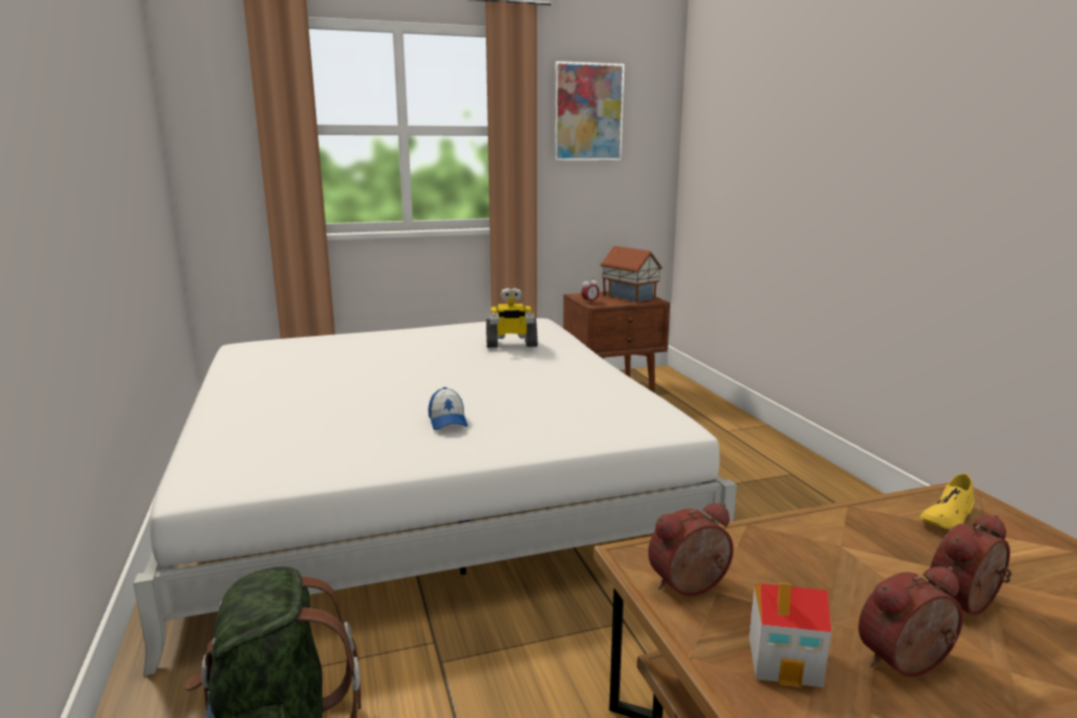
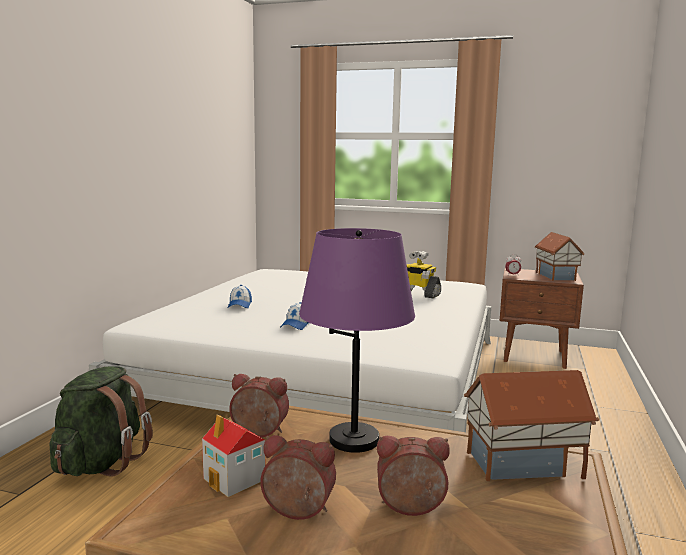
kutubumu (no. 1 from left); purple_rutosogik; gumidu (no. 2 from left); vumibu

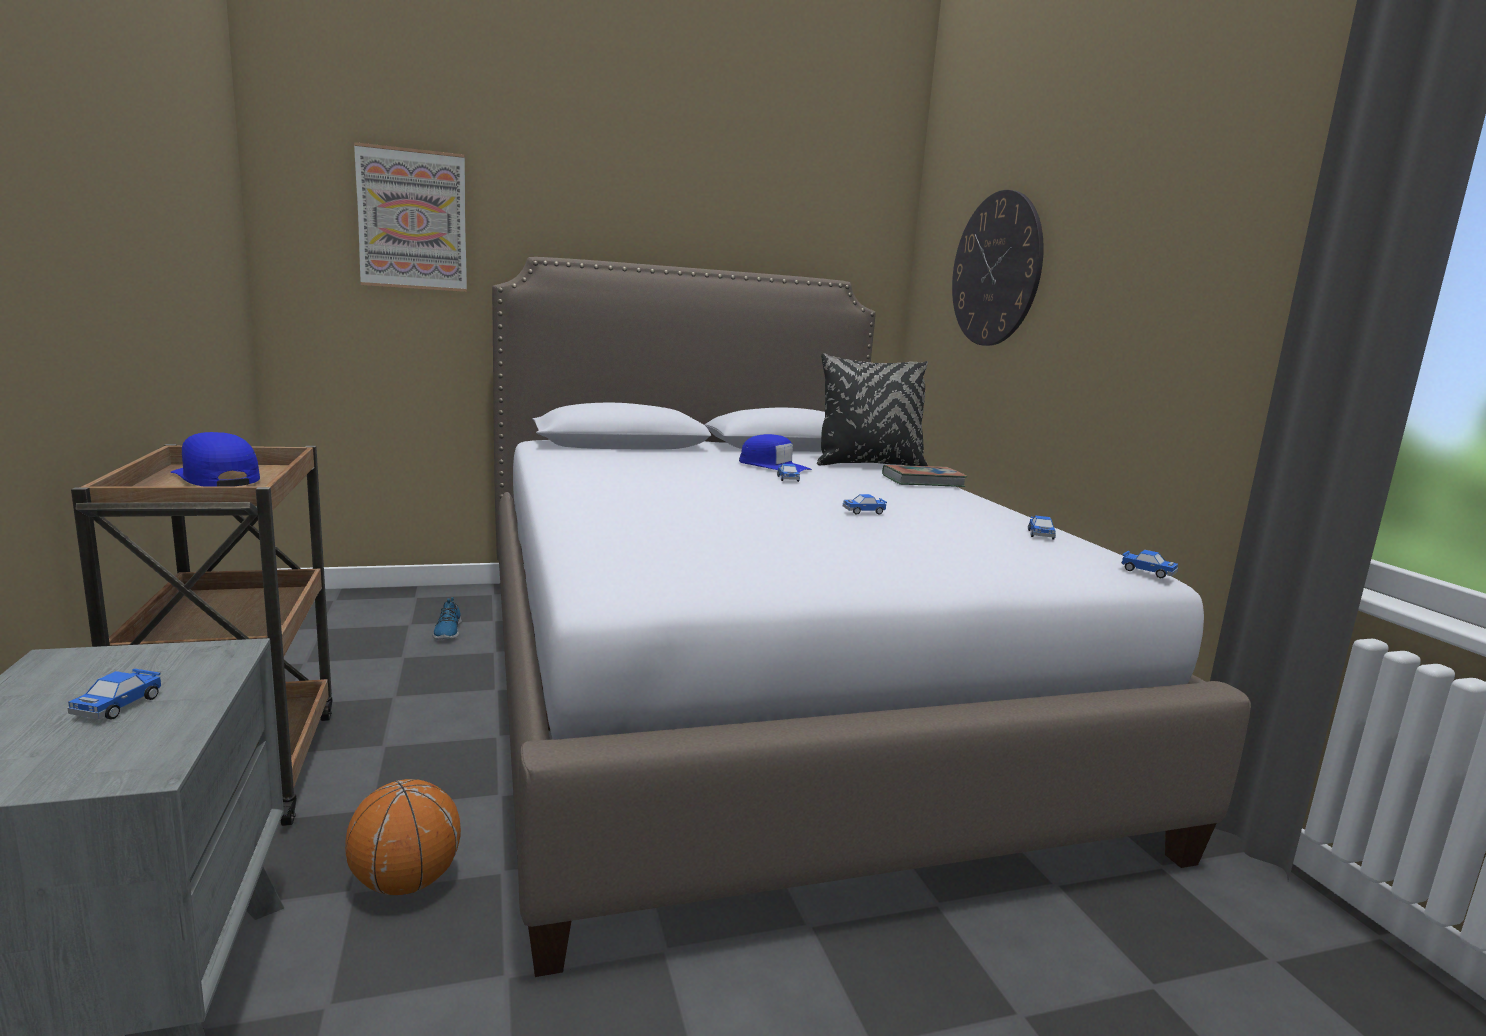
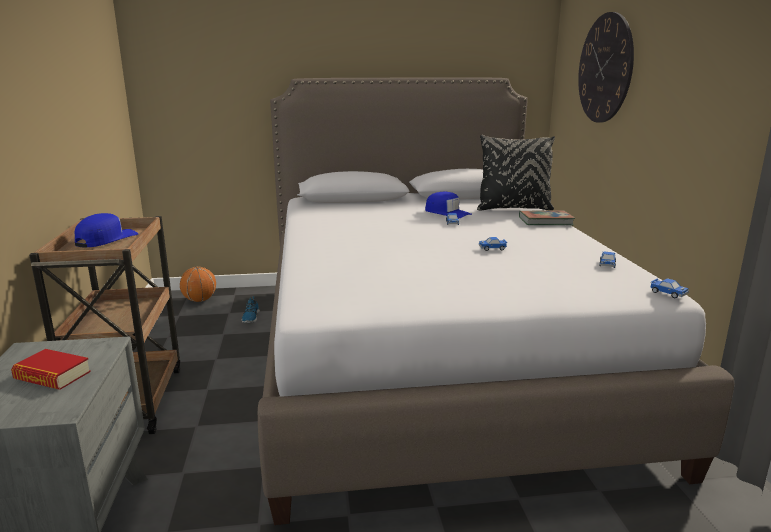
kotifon (no. 1 from left); blue_kutubumu (no. 1 from left); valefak; vumibu

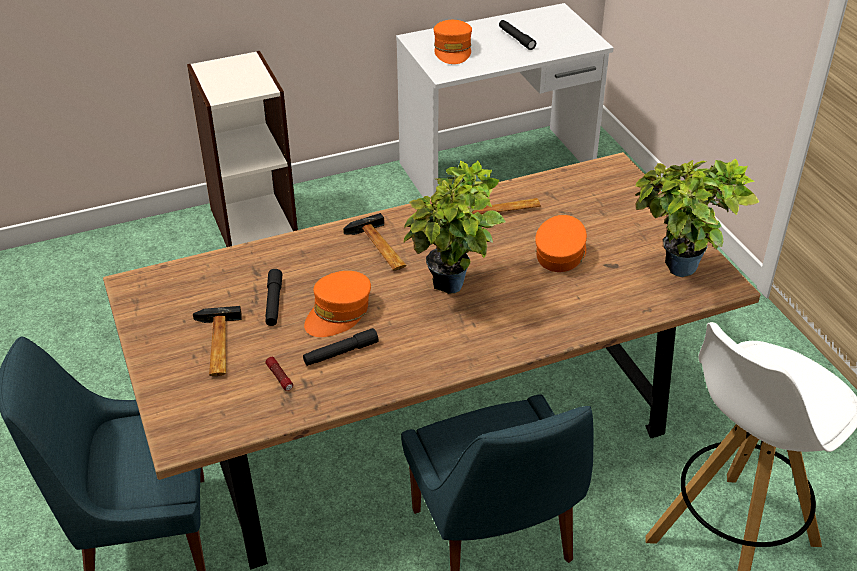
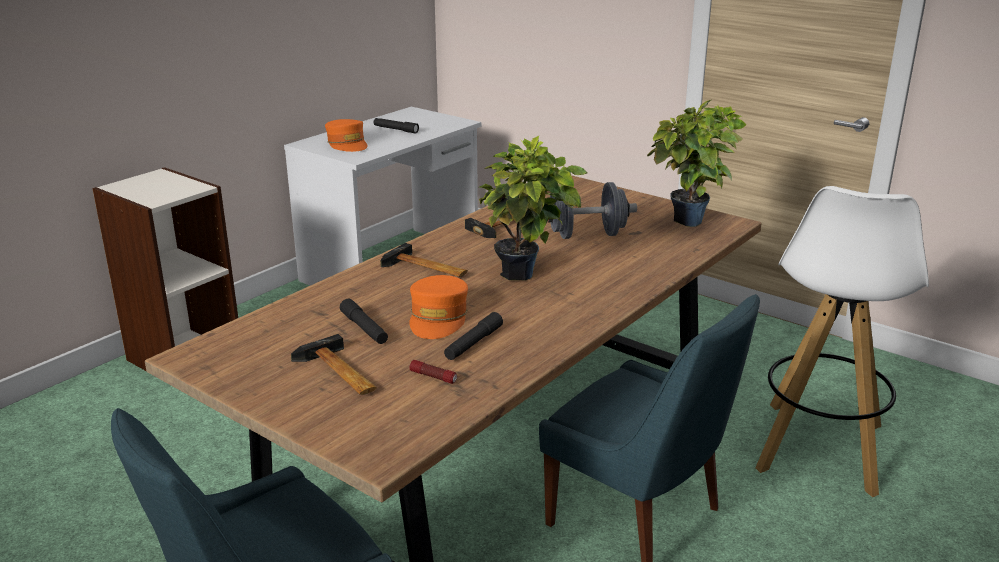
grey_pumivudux

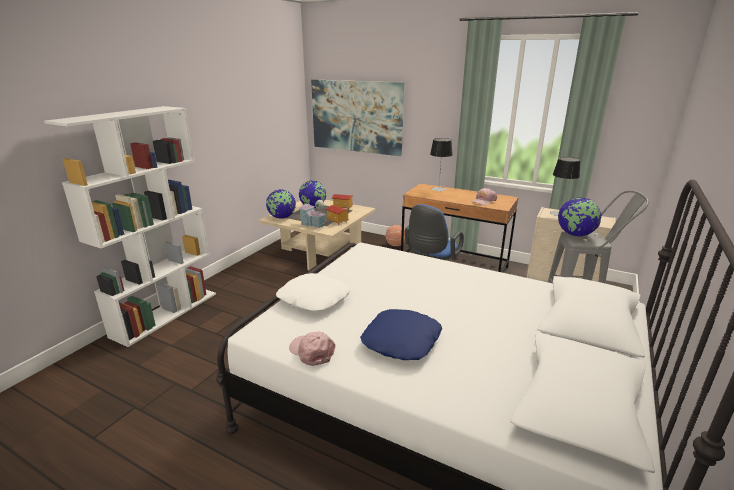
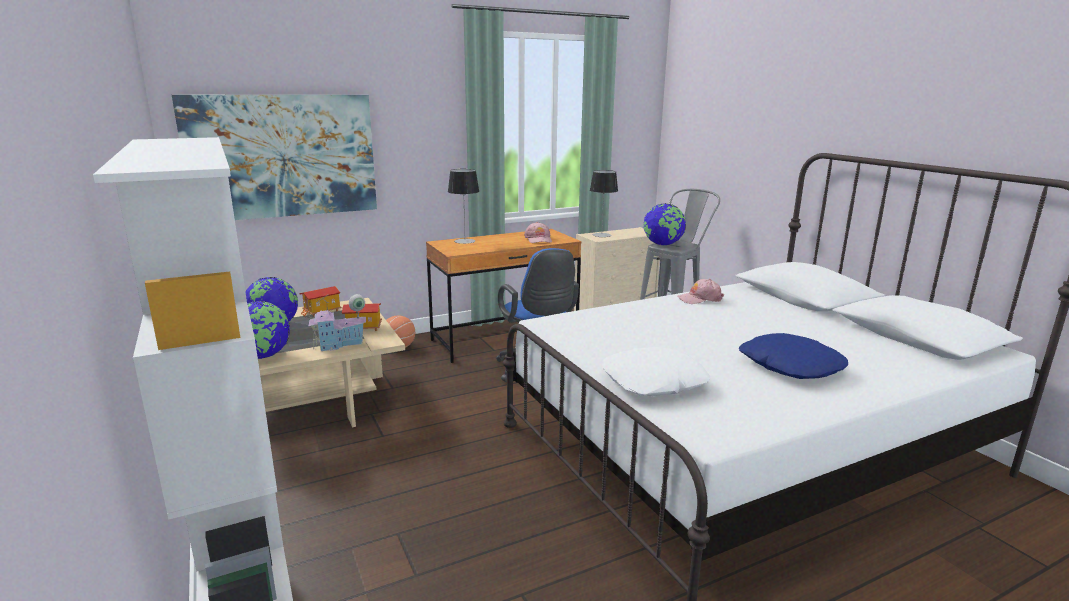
pink_kutubumu (no. 2 from left)

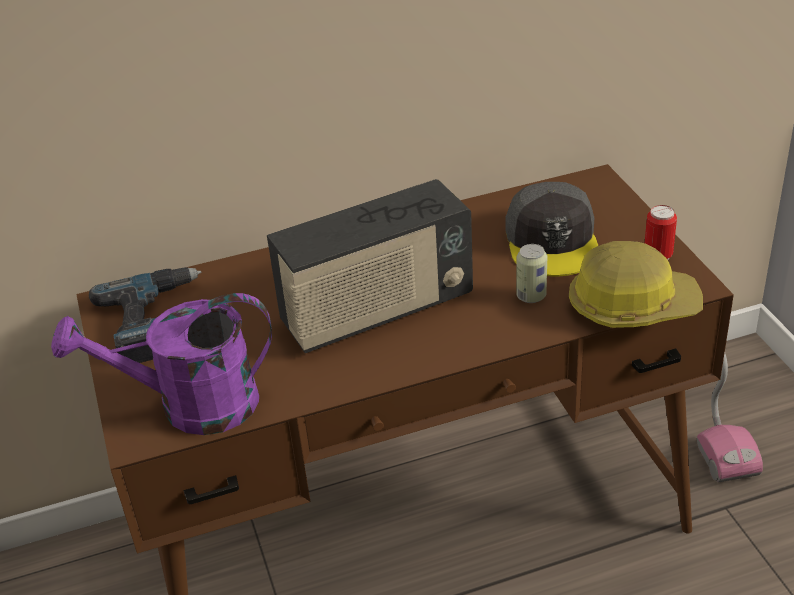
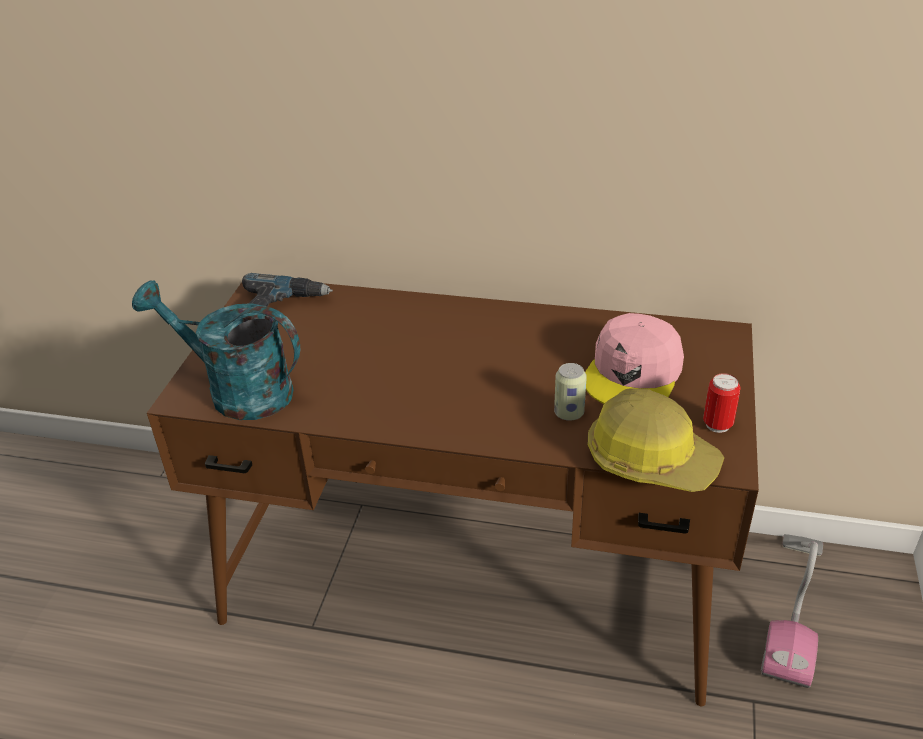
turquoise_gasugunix; pink_kutubumu; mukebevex

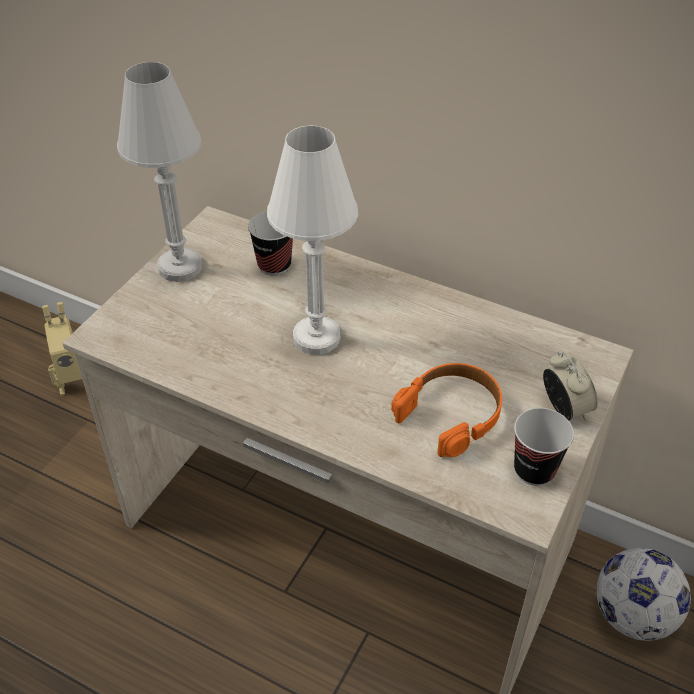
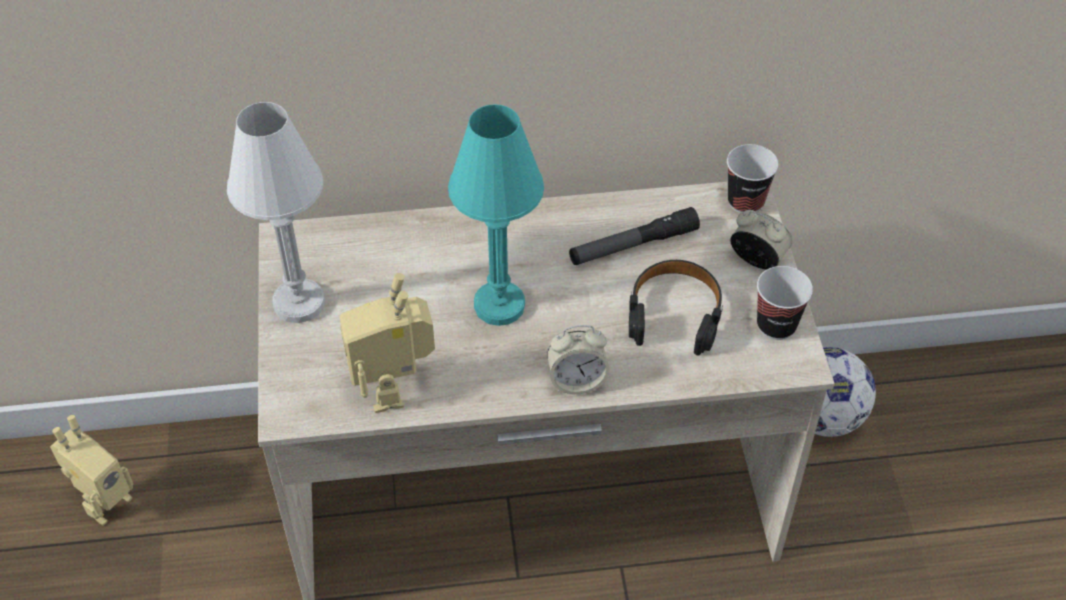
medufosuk (no. 2 from left); turquoise_rutosogik; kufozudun (no. 1 from left); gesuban; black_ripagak; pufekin (no. 1 from left)

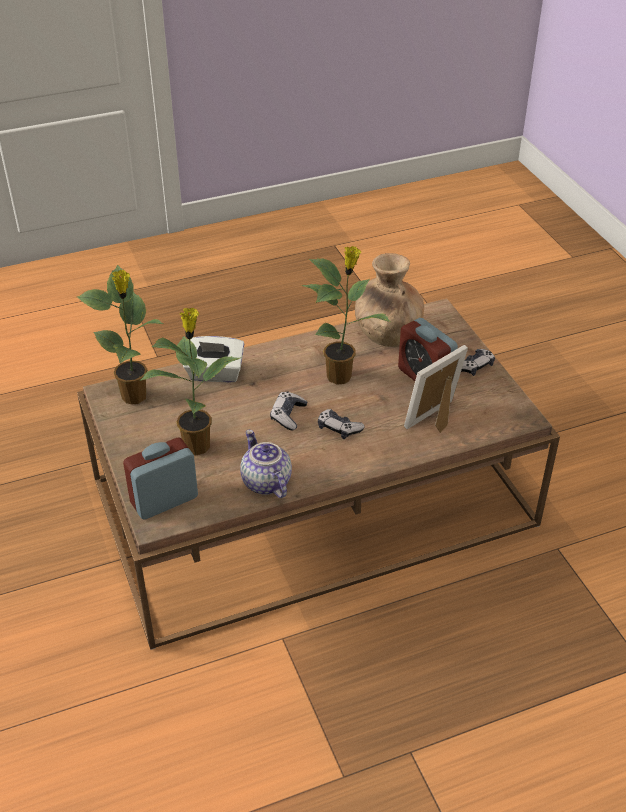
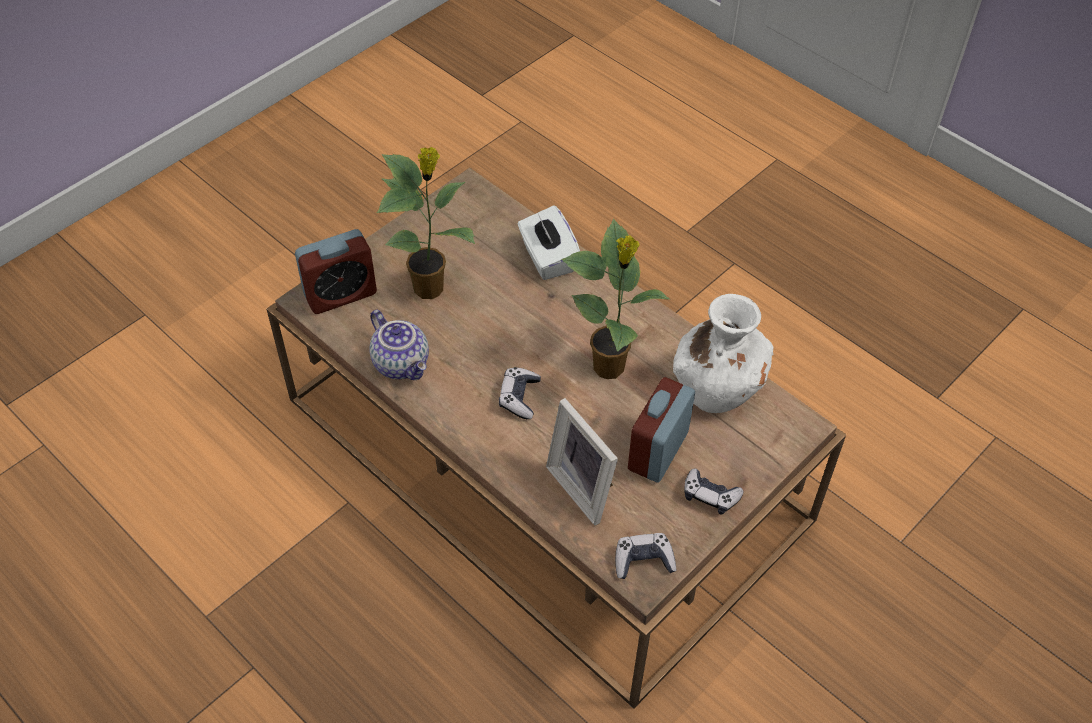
kufozudun (no. 1 from left); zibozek; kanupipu; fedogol (no. 2 from left); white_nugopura; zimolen (no. 1 from left in the first image)

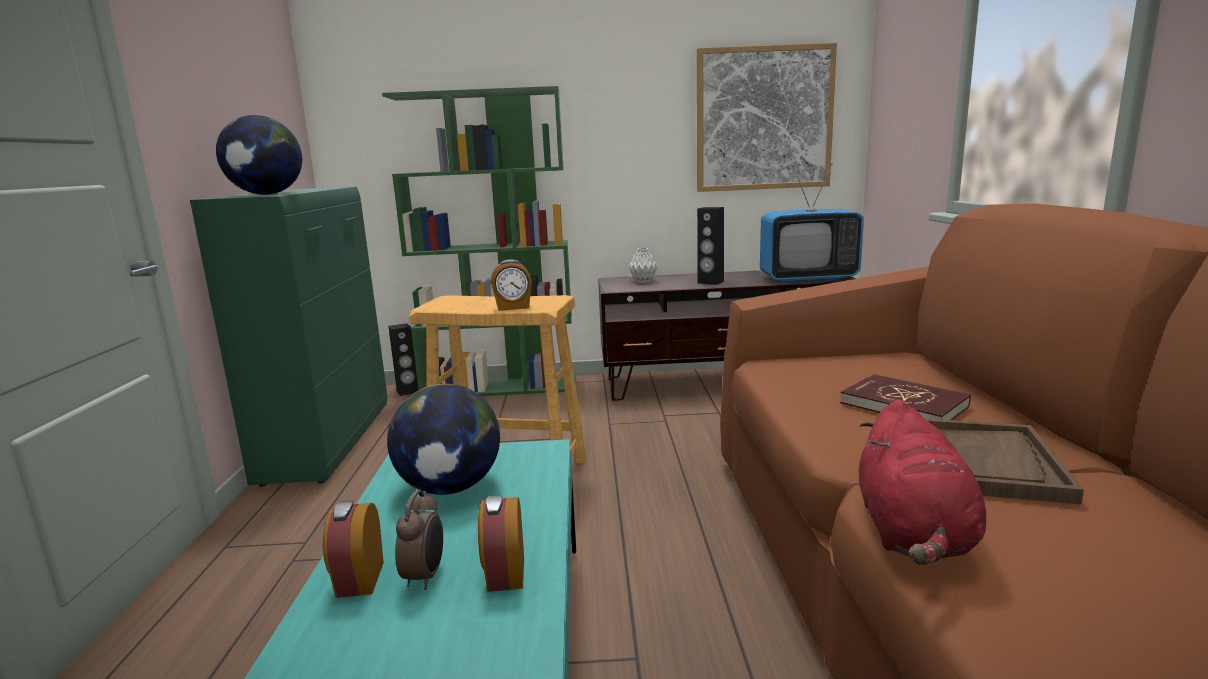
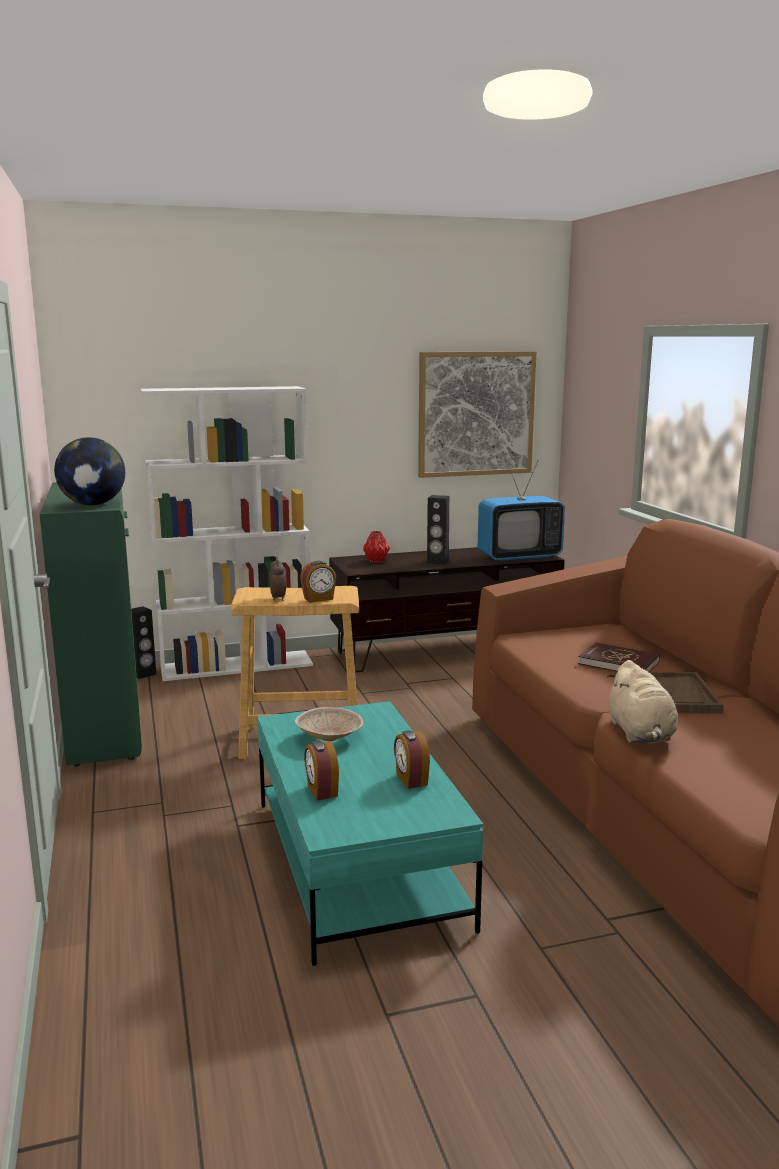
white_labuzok; kufozudun (no. 1 from left); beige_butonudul; red_nugopura; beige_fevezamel

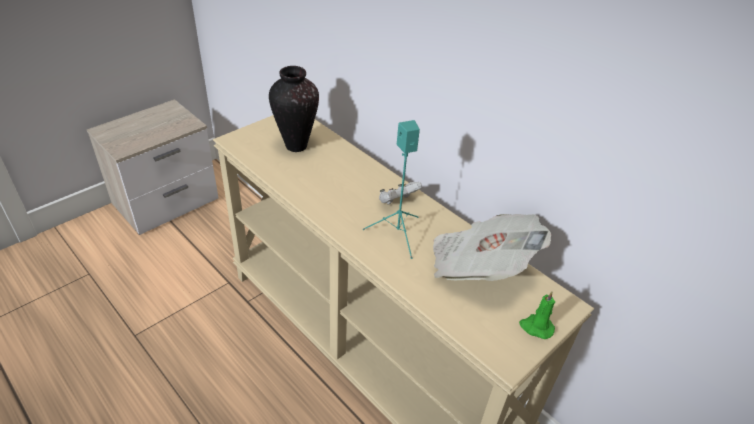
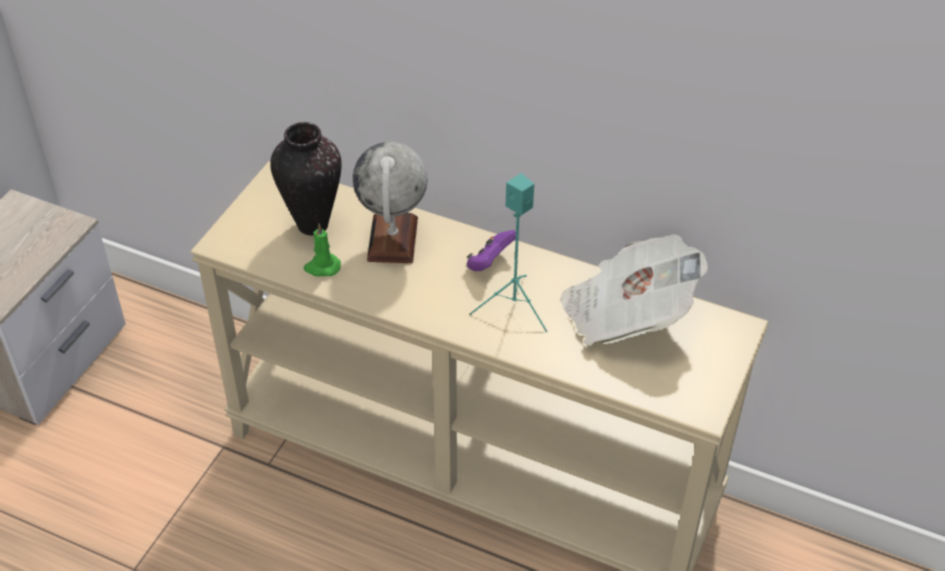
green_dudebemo; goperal; purple_fedogol

